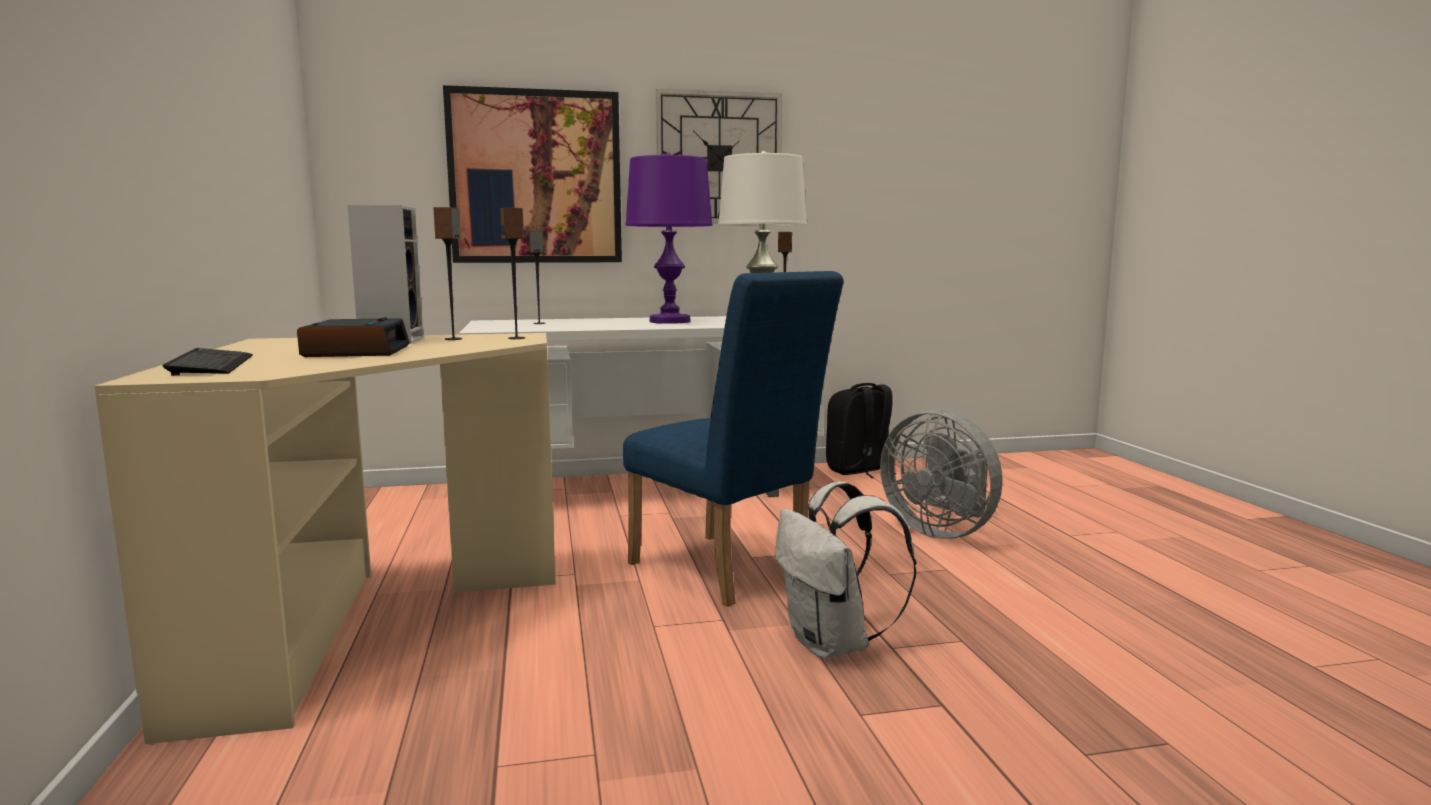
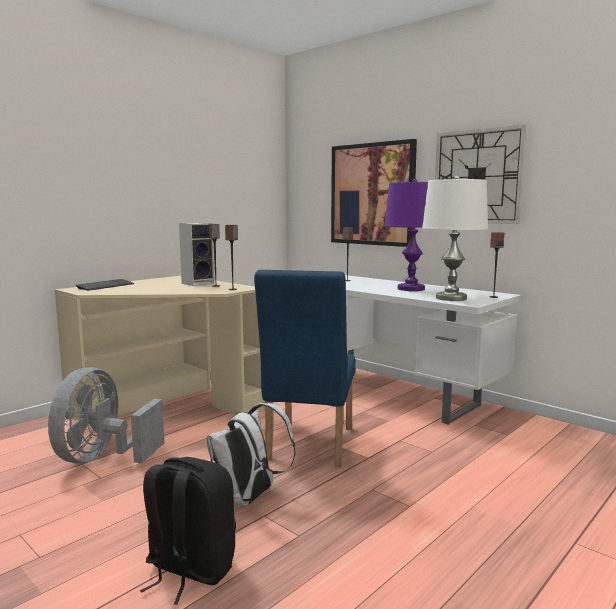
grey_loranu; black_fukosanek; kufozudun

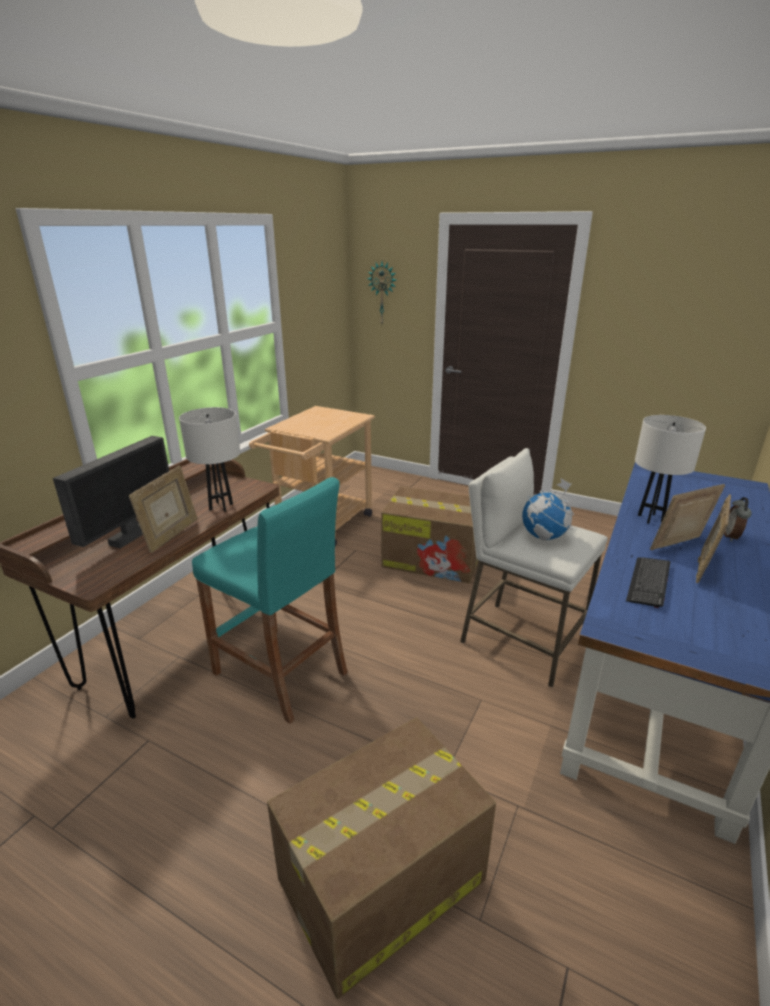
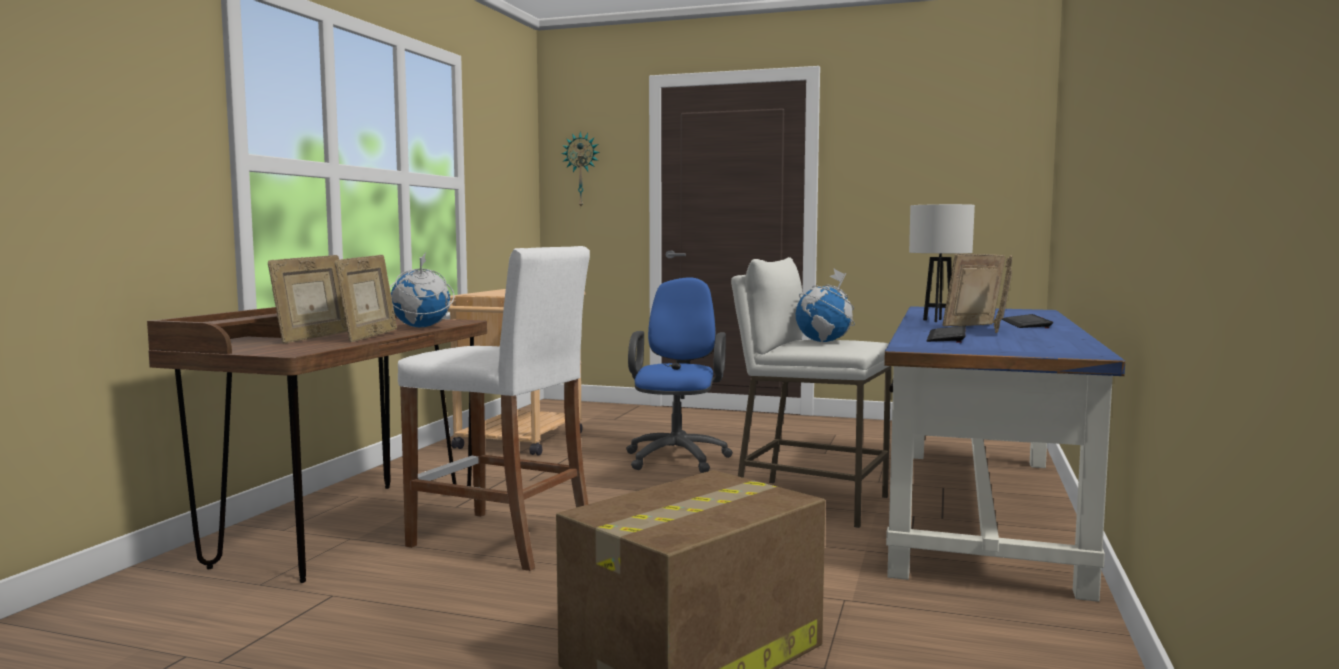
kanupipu (no. 1 from left); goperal (no. 1 from left); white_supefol (no. 1 from left); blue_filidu; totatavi (no. 2 from left)

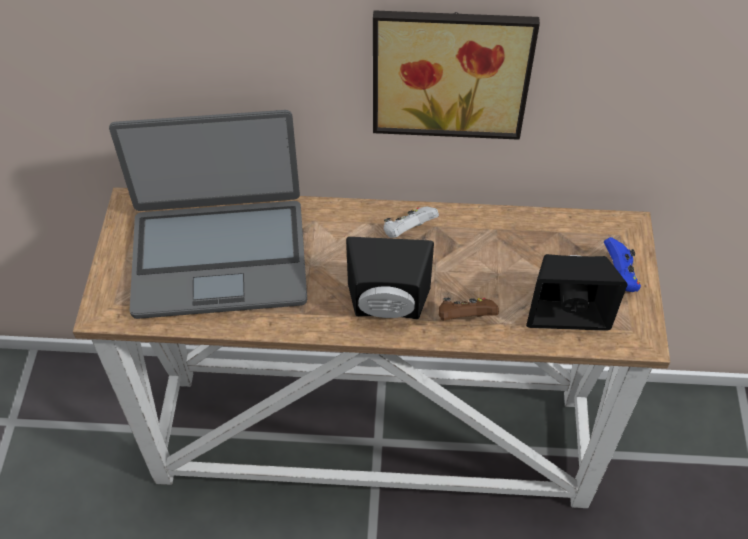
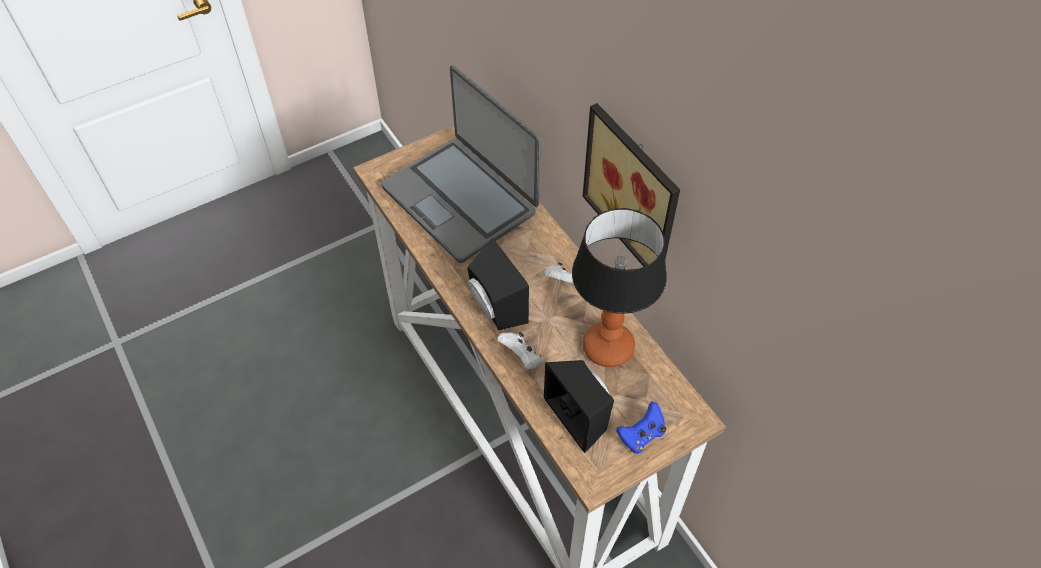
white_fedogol (no. 1 from left); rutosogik

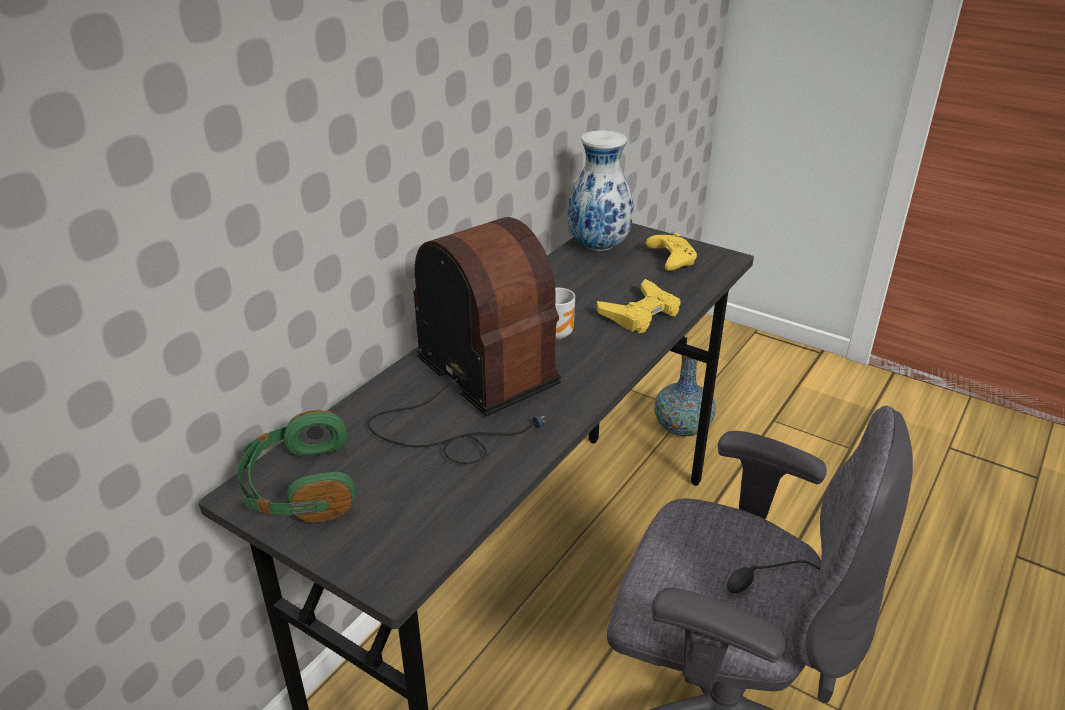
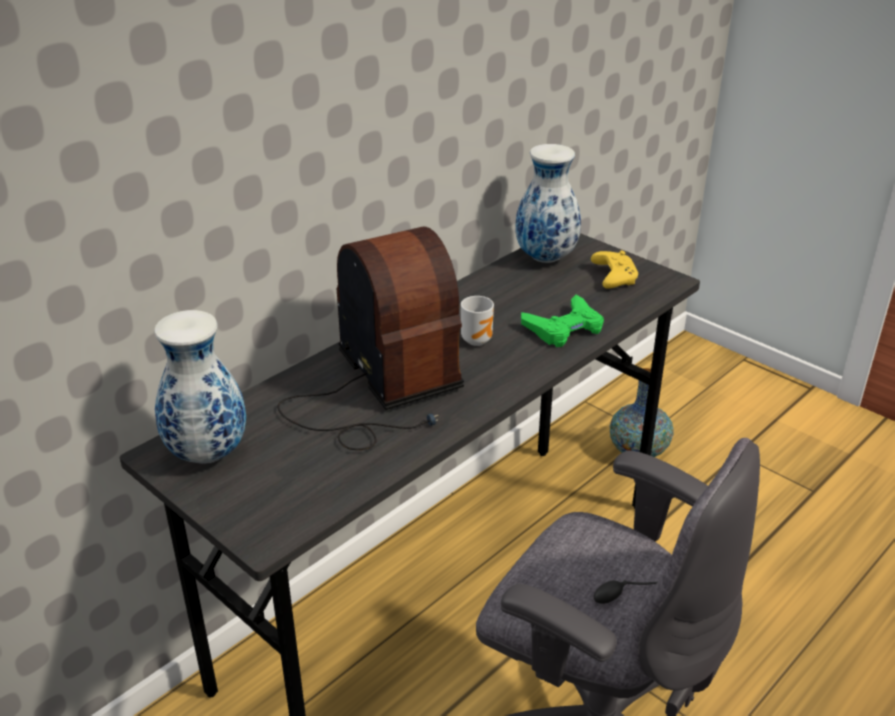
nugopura (no. 1 from left); green_fedogol

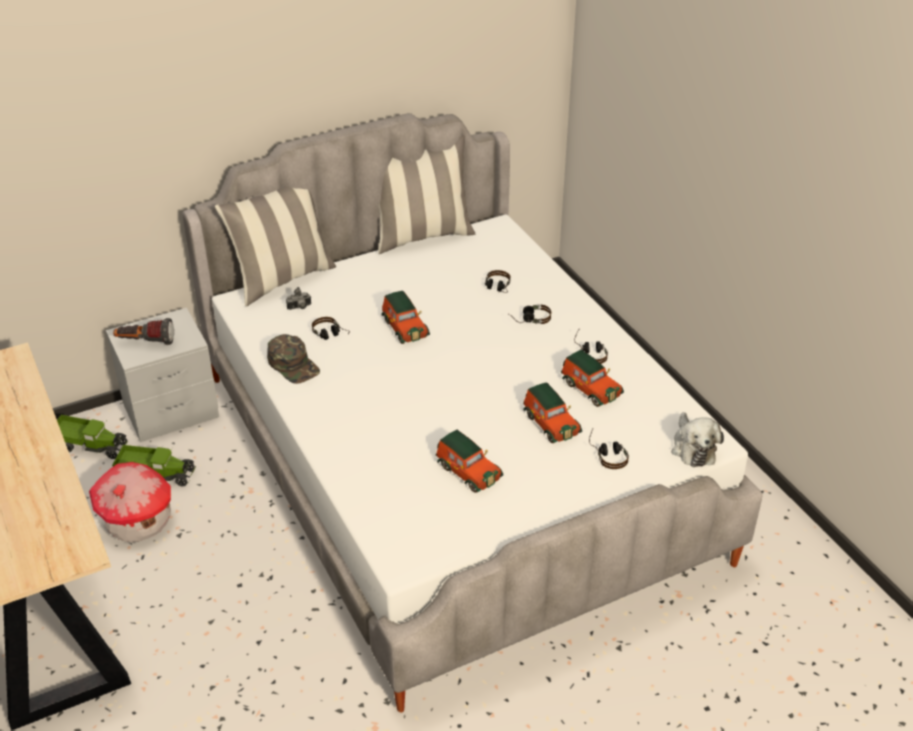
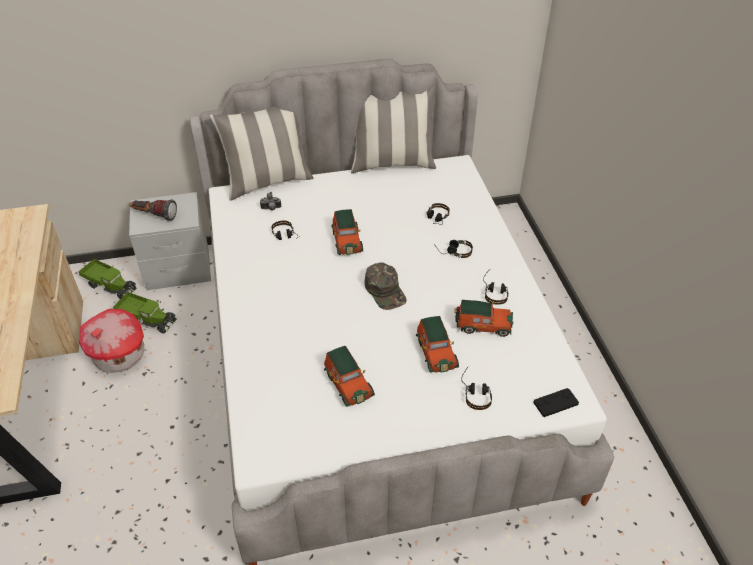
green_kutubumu; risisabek (no. 4 from left); black_fedogol

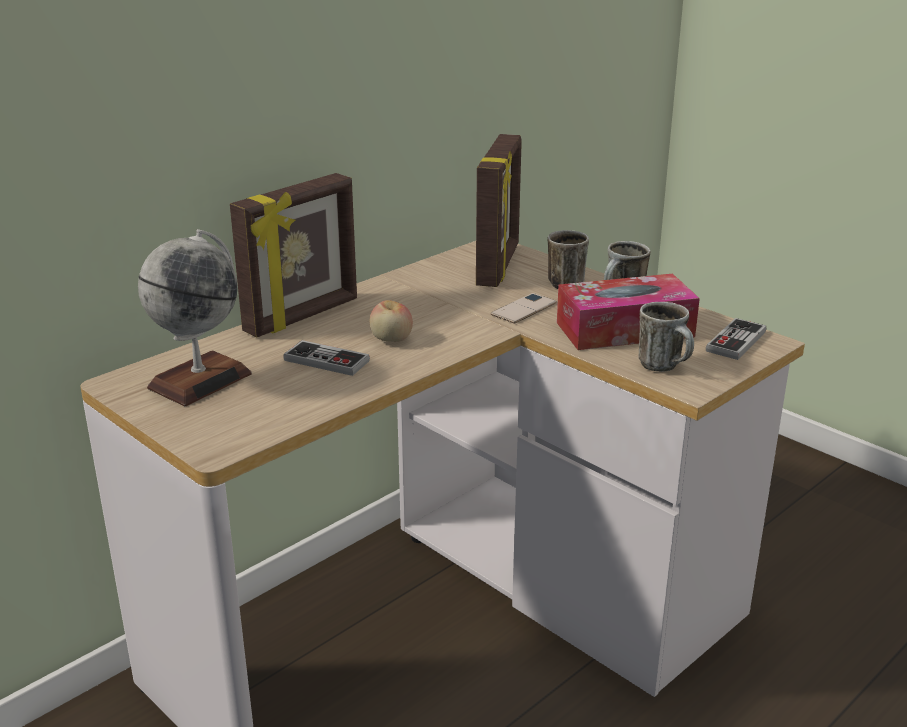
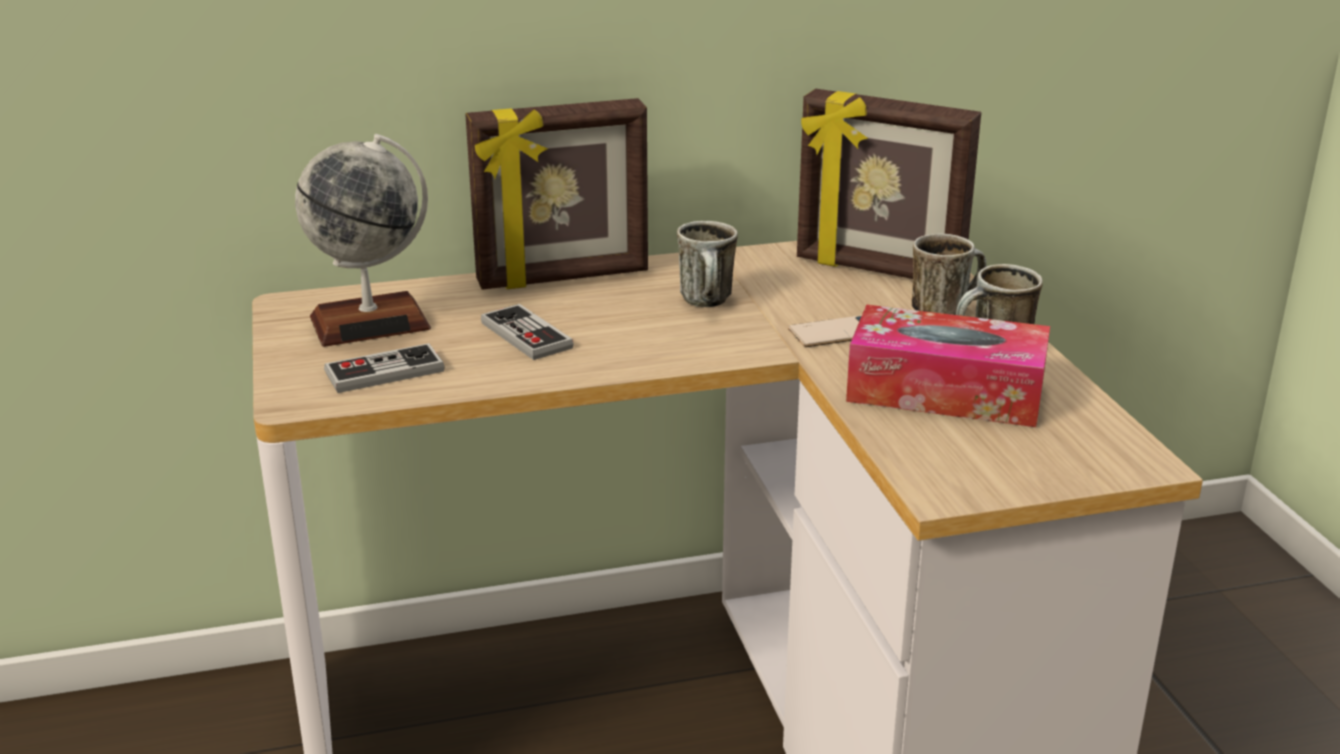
fedogol (no. 1 from left); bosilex (no. 1 from left); kanupipu (no. 2 from left); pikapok

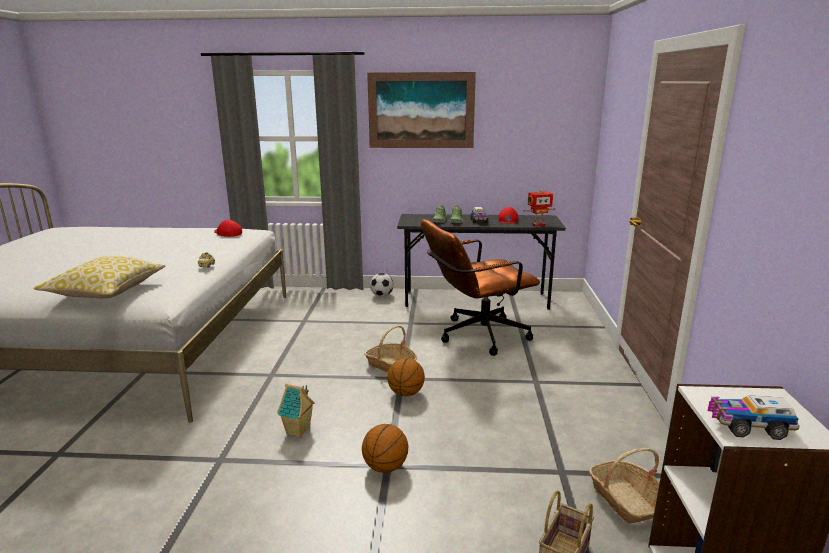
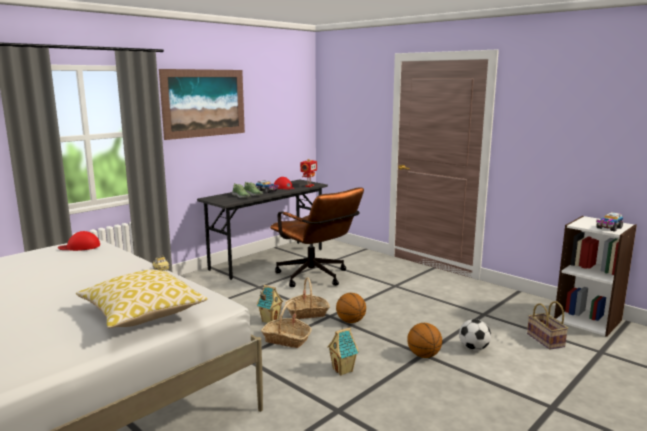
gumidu (no. 1 from left); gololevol (no. 1 from left); brown_filidu; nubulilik

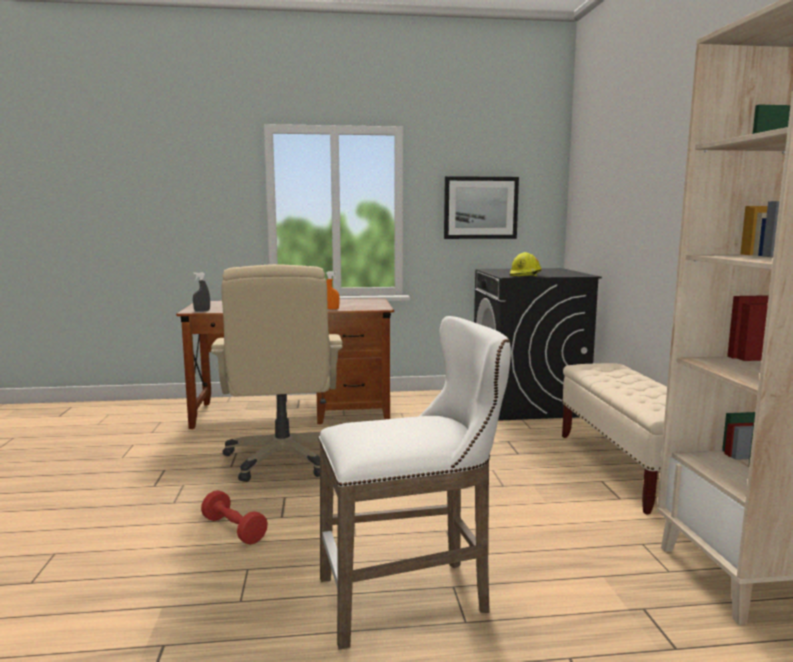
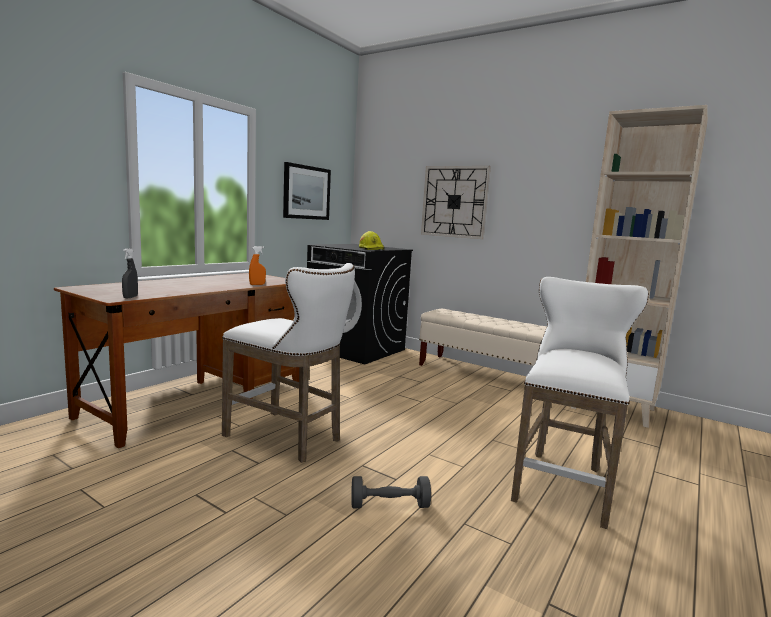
white_supefol (no. 1 from left); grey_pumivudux; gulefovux

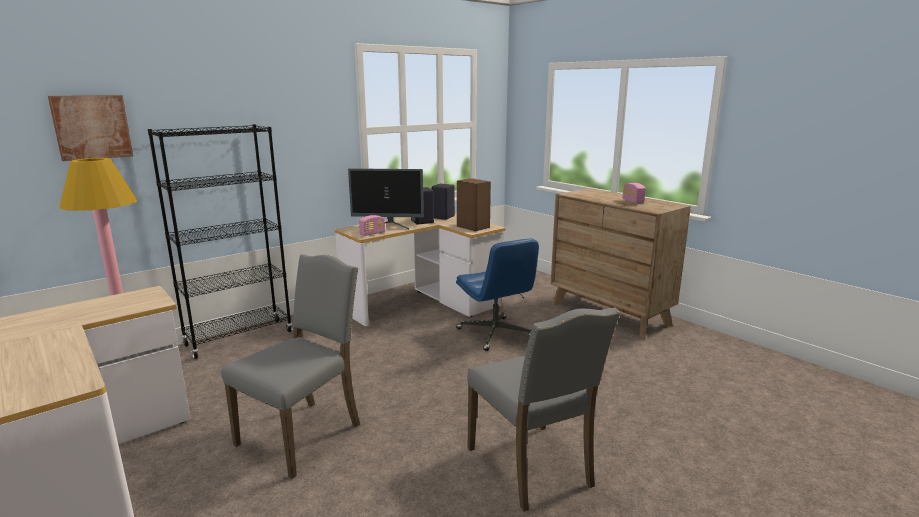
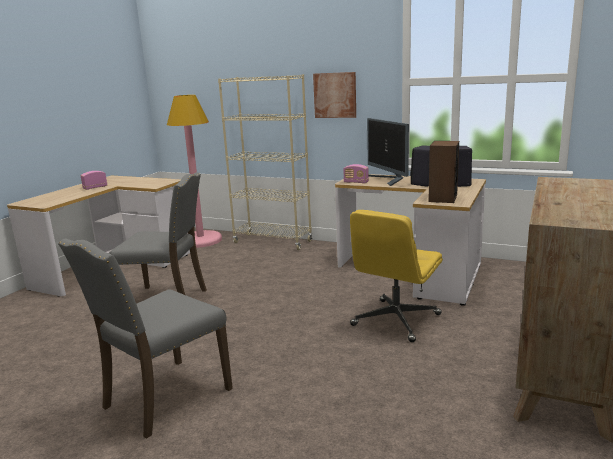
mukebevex (no. 1 from left); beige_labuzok; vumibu; yellow_filidu

